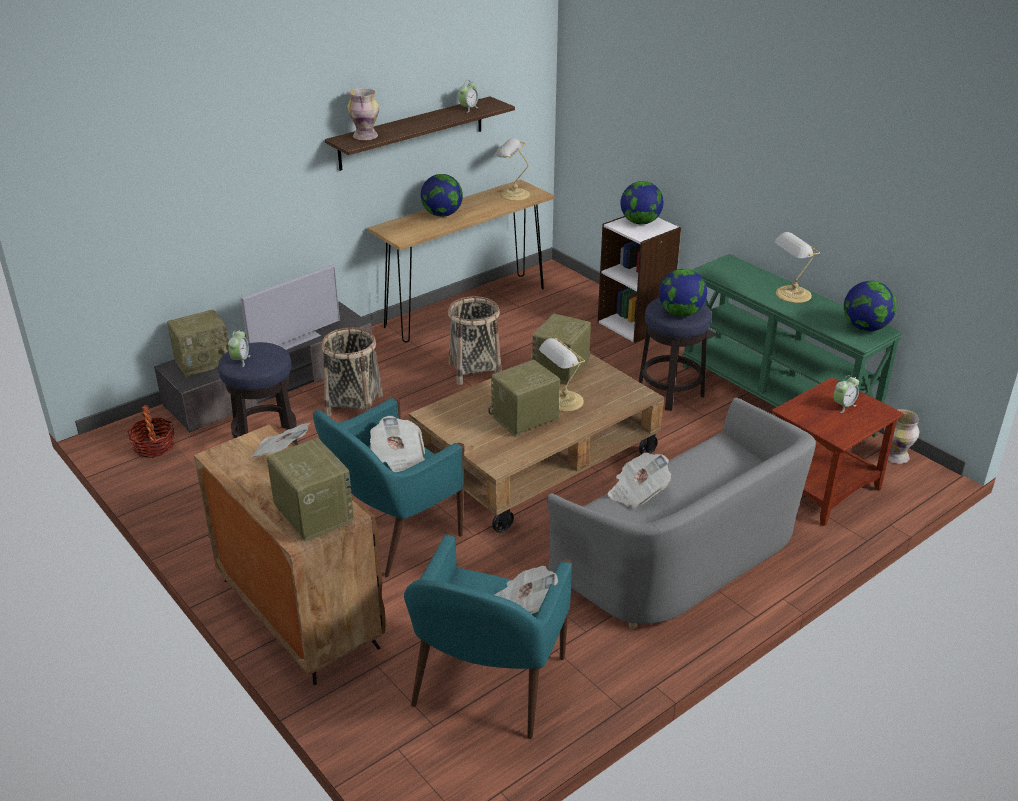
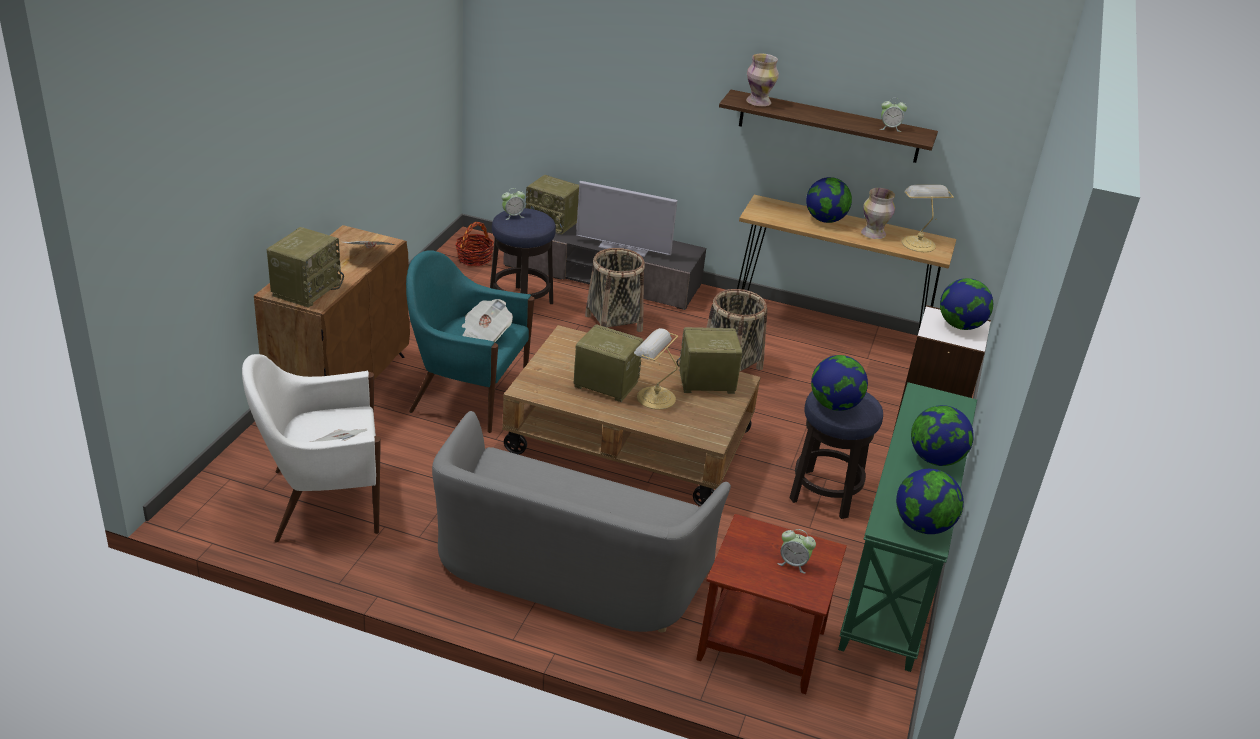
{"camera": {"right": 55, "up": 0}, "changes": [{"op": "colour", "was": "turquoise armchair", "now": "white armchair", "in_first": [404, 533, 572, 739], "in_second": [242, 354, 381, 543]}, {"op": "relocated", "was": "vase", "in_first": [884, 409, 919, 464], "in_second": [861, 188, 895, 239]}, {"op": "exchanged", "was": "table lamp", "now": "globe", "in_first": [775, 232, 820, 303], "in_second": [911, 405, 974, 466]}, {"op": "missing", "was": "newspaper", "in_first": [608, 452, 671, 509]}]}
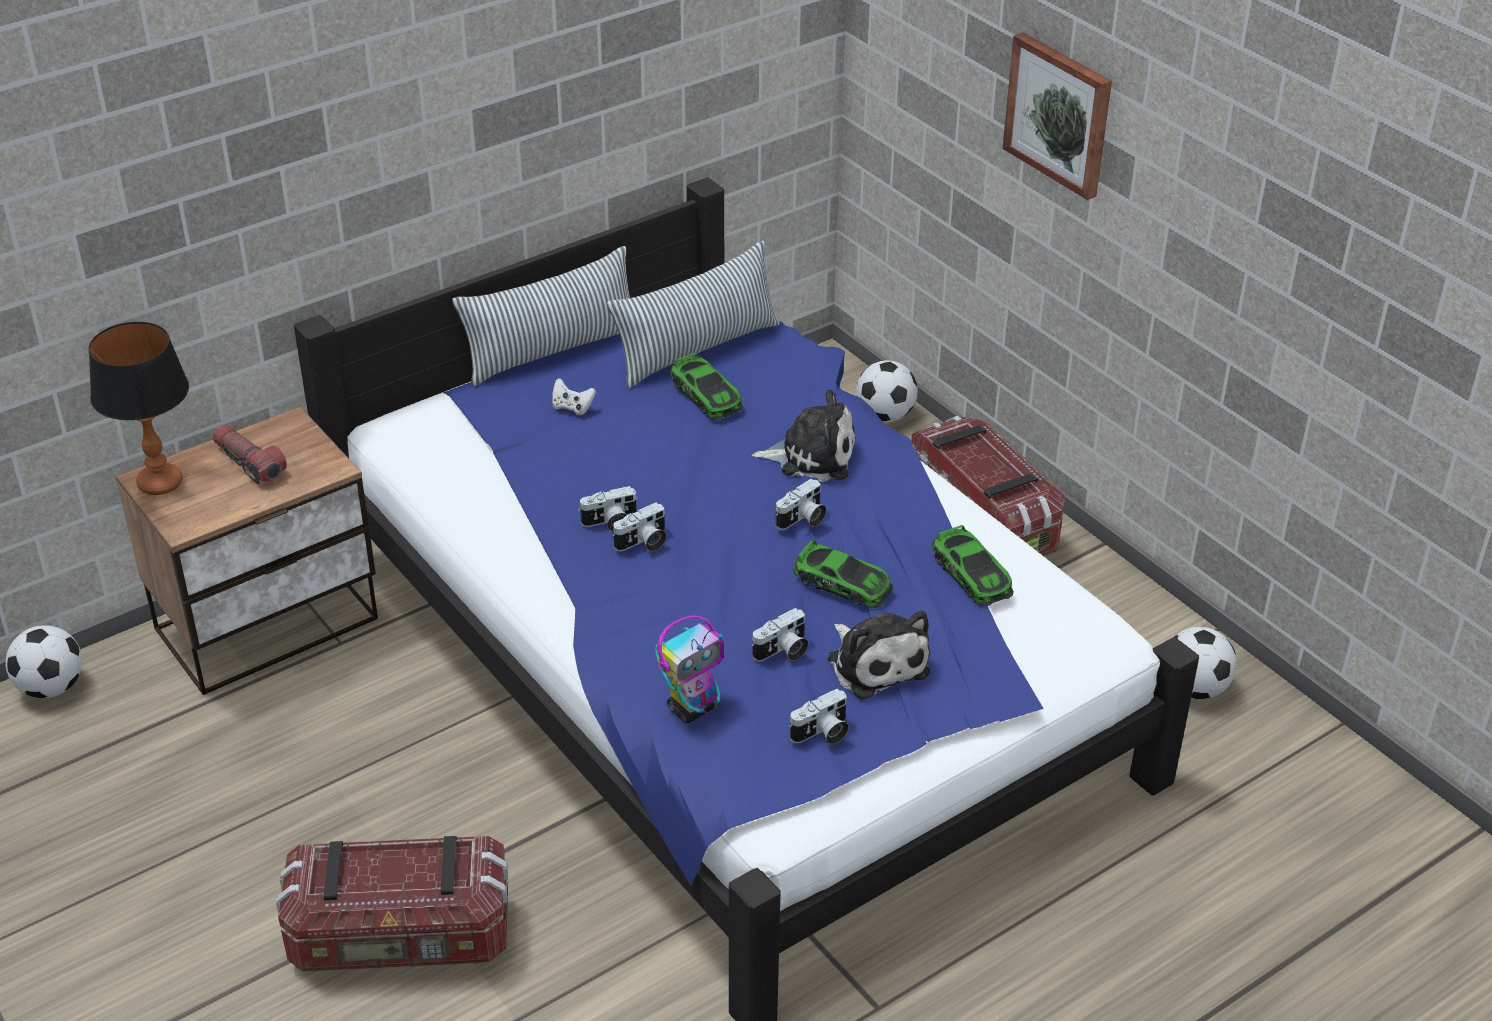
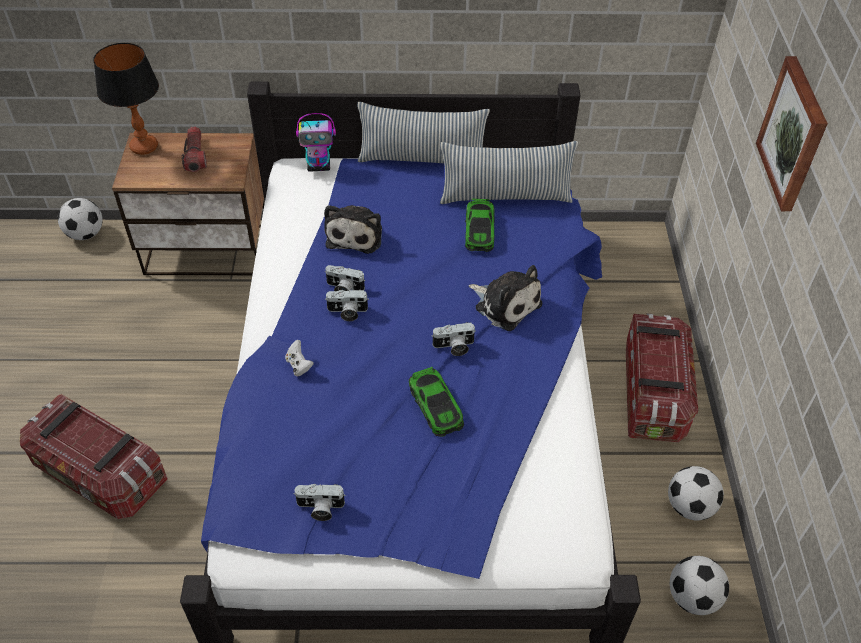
{"camera": {"right": 35, "up": 10}, "changes": [{"op": "relocated", "was": "white game controller", "in_first": [552, 378, 596, 415], "in_second": [285, 340, 314, 376]}, {"op": "relocated", "was": "toy robot", "in_first": [655, 616, 724, 723], "in_second": [296, 113, 336, 171]}, {"op": "relocated", "was": "plush toy", "in_first": [828, 610, 930, 699], "in_second": [324, 205, 382, 254]}, {"op": "relocated", "was": "football", "in_first": [856, 360, 918, 422], "in_second": [668, 466, 724, 520]}, {"op": "missing", "was": "photo camera", "in_first": [752, 608, 809, 661]}, {"op": "missing", "was": "toy car", "in_first": [932, 525, 1014, 606]}]}
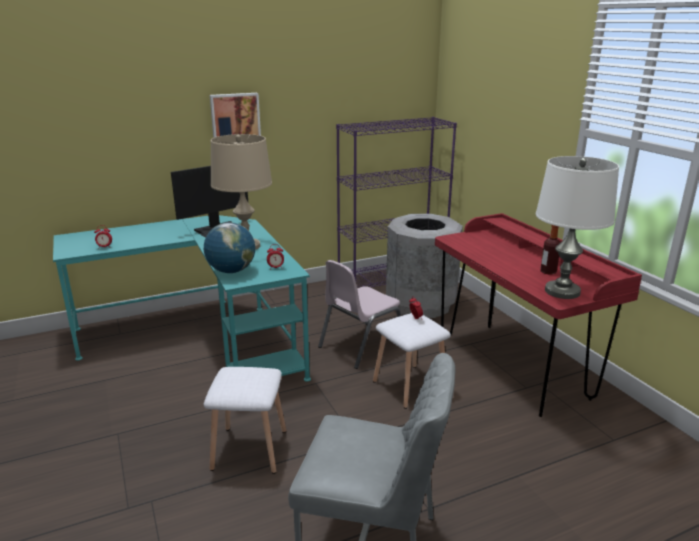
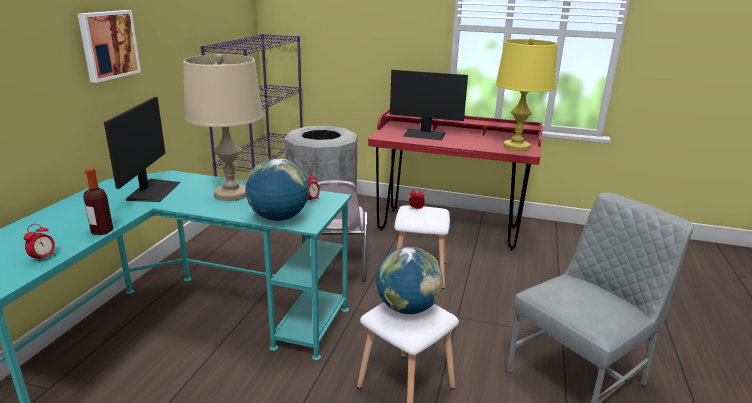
{"camera": {"right": -50, "up": 0}, "changes": [{"op": "relocated", "was": "bottle", "in_first": [541, 225, 560, 275], "in_second": [83, 168, 113, 235]}, {"op": "appeared", "now": "globe", "in_second": [376, 247, 443, 314]}, {"op": "appeared", "now": "monitor", "in_second": [390, 70, 468, 140]}, {"op": "colour", "was": "white table lamp", "now": "yellow table lamp", "in_first": [536, 156, 619, 299], "in_second": [496, 38, 558, 151]}]}
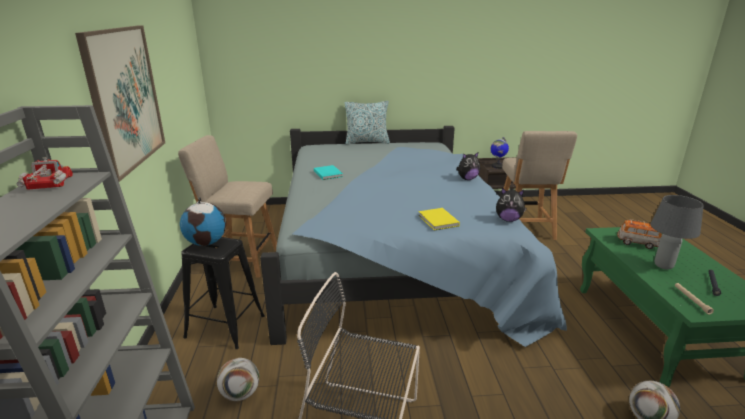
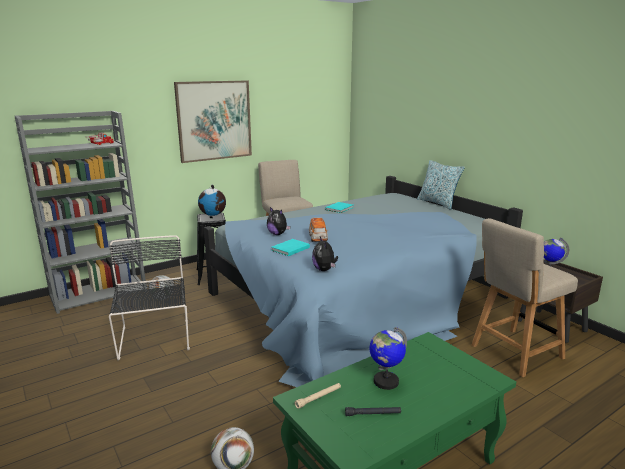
{"camera": {"right": 60, "up": -5}, "changes": [{"op": "relocated", "was": "plush toy", "in_first": [456, 152, 480, 180], "in_second": [267, 207, 291, 235]}, {"op": "colour", "was": "yellow book", "now": "turquoise book", "in_first": [418, 208, 460, 230], "in_second": [271, 239, 310, 256]}, {"op": "relocated", "was": "toy car", "in_first": [617, 219, 662, 249], "in_second": [309, 217, 328, 242]}, {"op": "exchanged", "was": "grey table lamp", "now": "globe", "in_first": [650, 195, 704, 270], "in_second": [369, 327, 407, 390]}]}
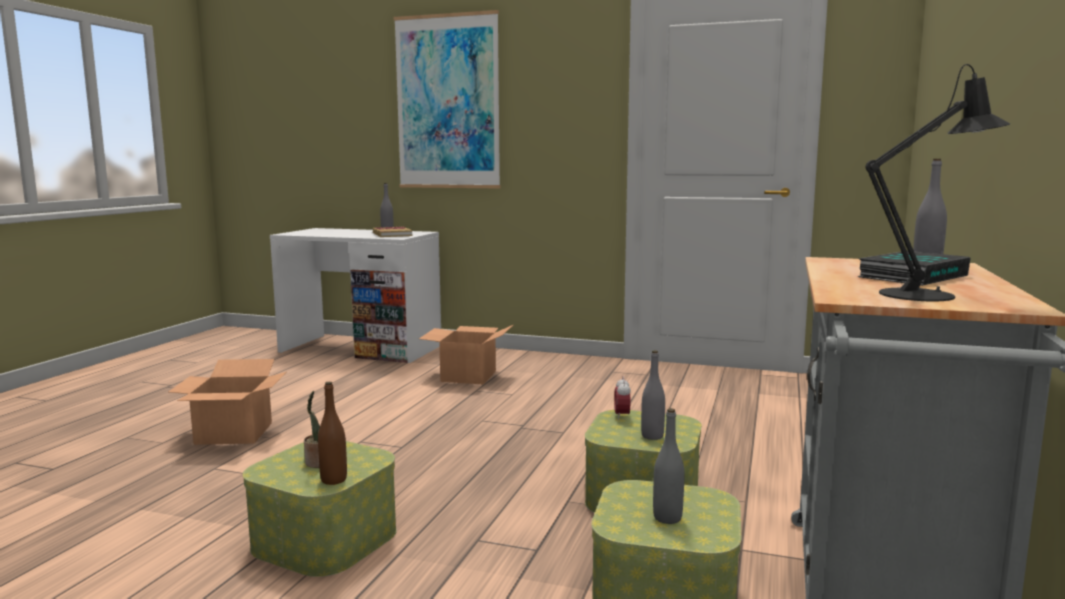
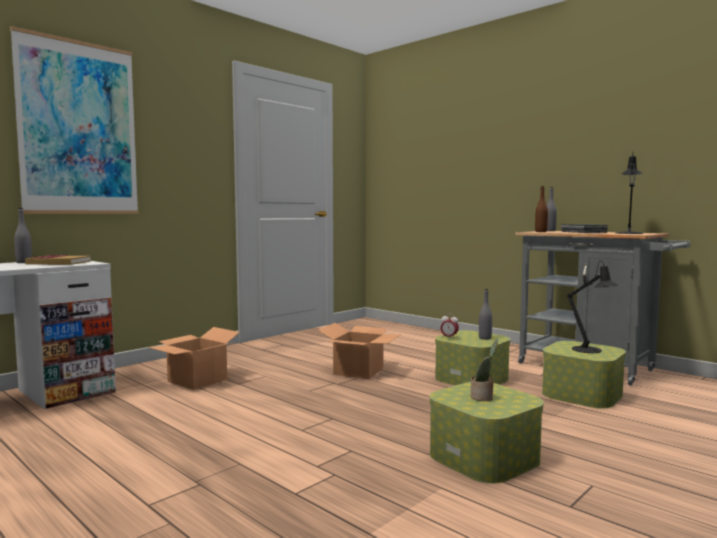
{"camera": {"right": -65, "up": -5}, "changes": [{"op": "relocated", "was": "cardboard box", "in_first": [168, 359, 287, 445], "in_second": [318, 323, 400, 379]}, {"op": "relocated", "was": "brown bottle", "in_first": [318, 382, 347, 485], "in_second": [535, 186, 548, 232]}, {"op": "exchanged", "was": "grey bottle", "now": "black table lamp", "in_first": [653, 408, 684, 524], "in_second": [567, 260, 618, 353]}]}
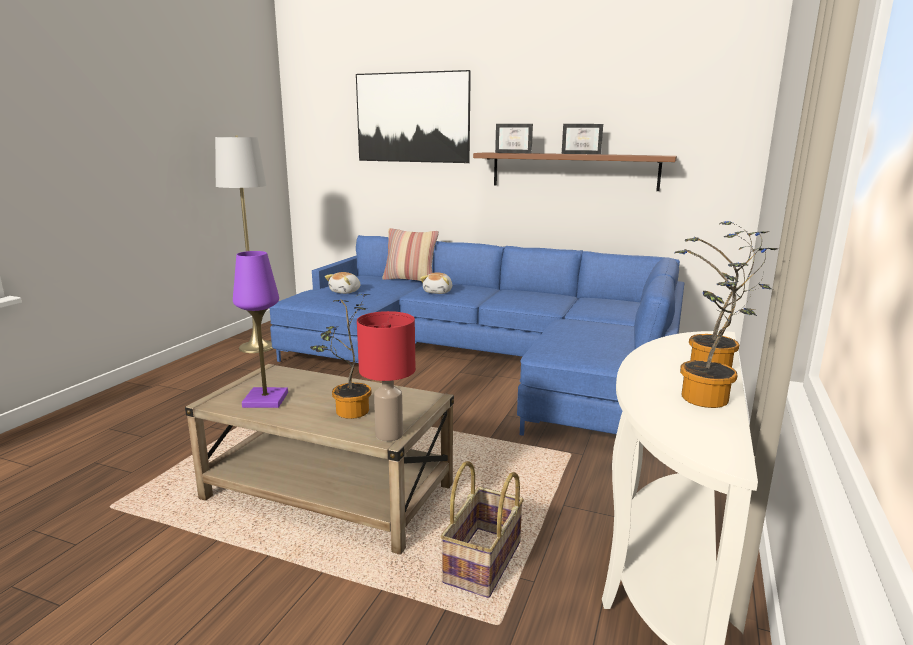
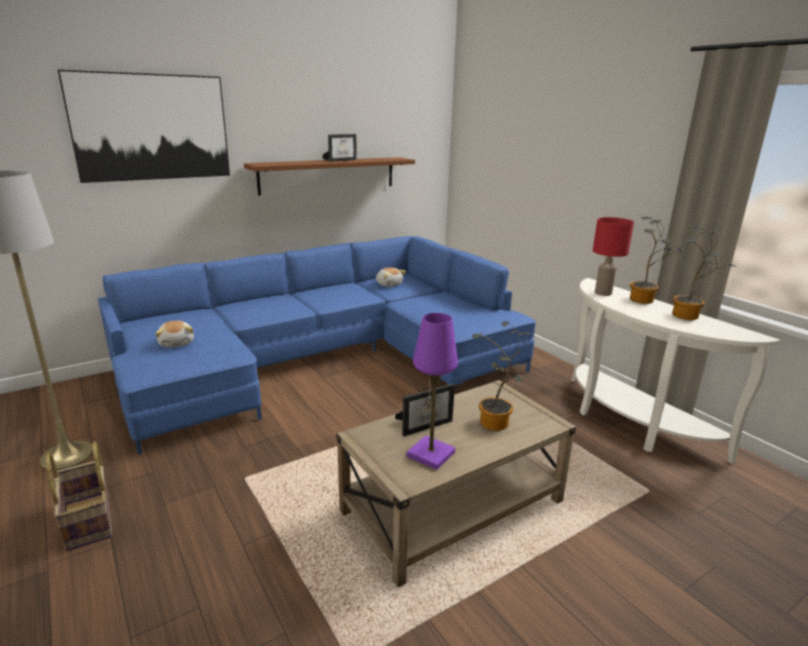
{"camera": {"right": -55, "up": 5}, "changes": [{"op": "relocated", "was": "basket", "in_first": [440, 461, 524, 598], "in_second": [46, 441, 112, 551]}, {"op": "relocated", "was": "plush toy", "in_first": [420, 272, 452, 294], "in_second": [376, 267, 406, 287]}, {"op": "relocated", "was": "picture frame", "in_first": [495, 124, 533, 153], "in_second": [395, 383, 455, 436]}, {"op": "relocated", "was": "red table lamp", "in_first": [357, 311, 415, 441], "in_second": [593, 217, 634, 296]}, {"op": "missing", "was": "pillow", "in_first": [382, 228, 439, 281]}]}
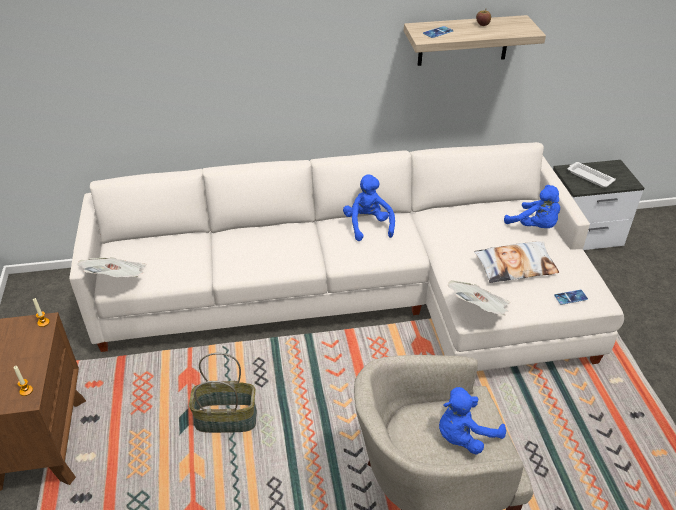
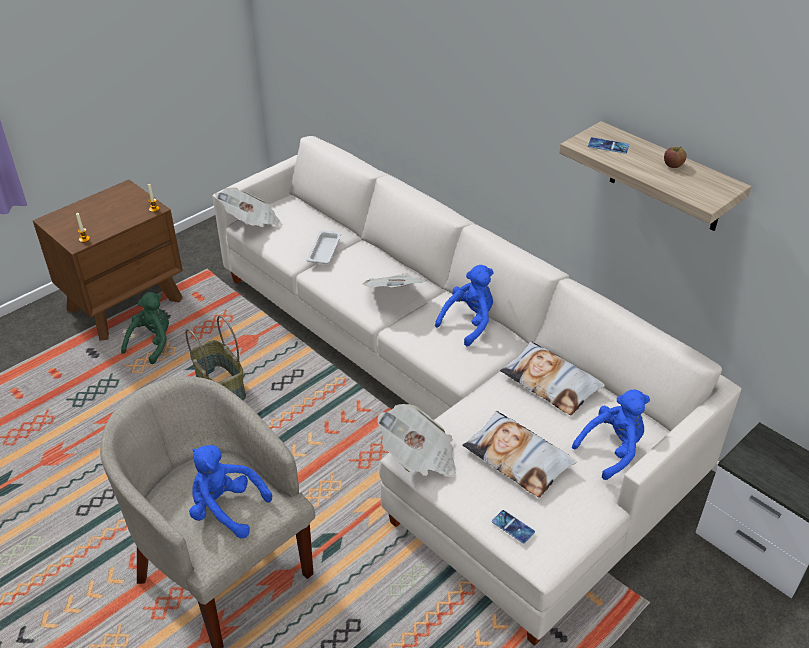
{"camera": {"right": 55, "up": 0}, "changes": [{"op": "appeared", "now": "green plush toy", "in_second": [121, 292, 169, 364]}, {"op": "relocated", "was": "white tray", "in_first": [568, 162, 616, 187], "in_second": [306, 230, 341, 264]}, {"op": "appeared", "now": "newspaper", "in_second": [362, 274, 428, 288]}, {"op": "appeared", "now": "pillow", "in_second": [500, 341, 605, 415]}, {"op": "spun", "was": "blue plush toy", "in_first": [504, 185, 560, 228], "in_second": [572, 390, 650, 480], "clockwise": -135}]}
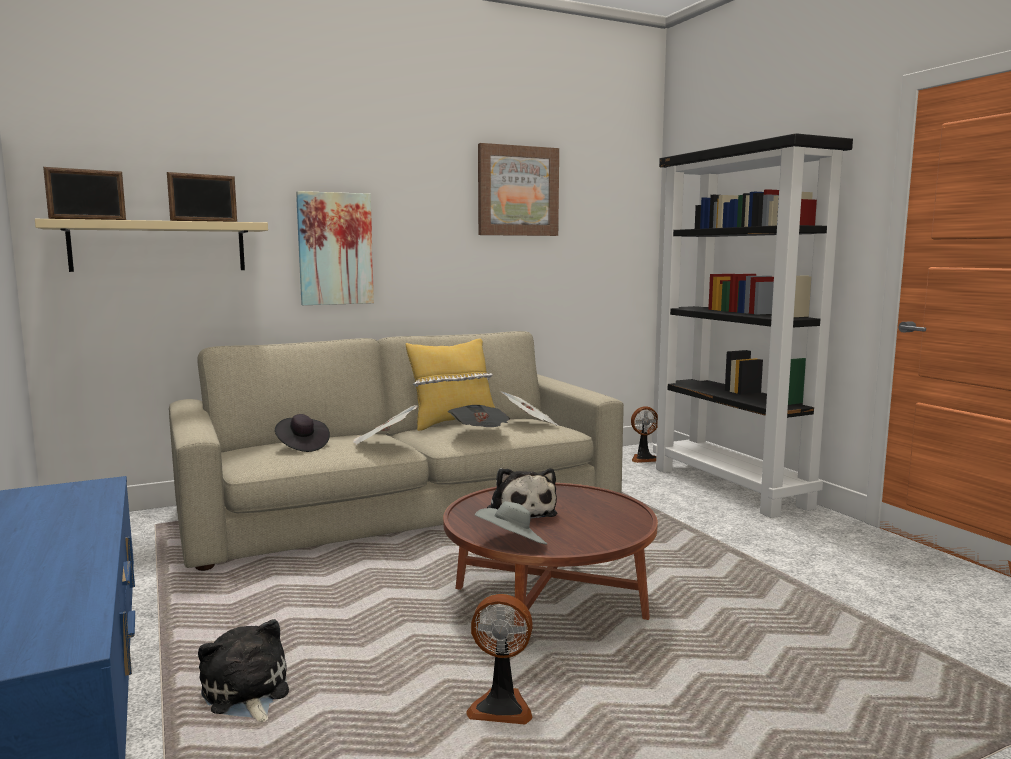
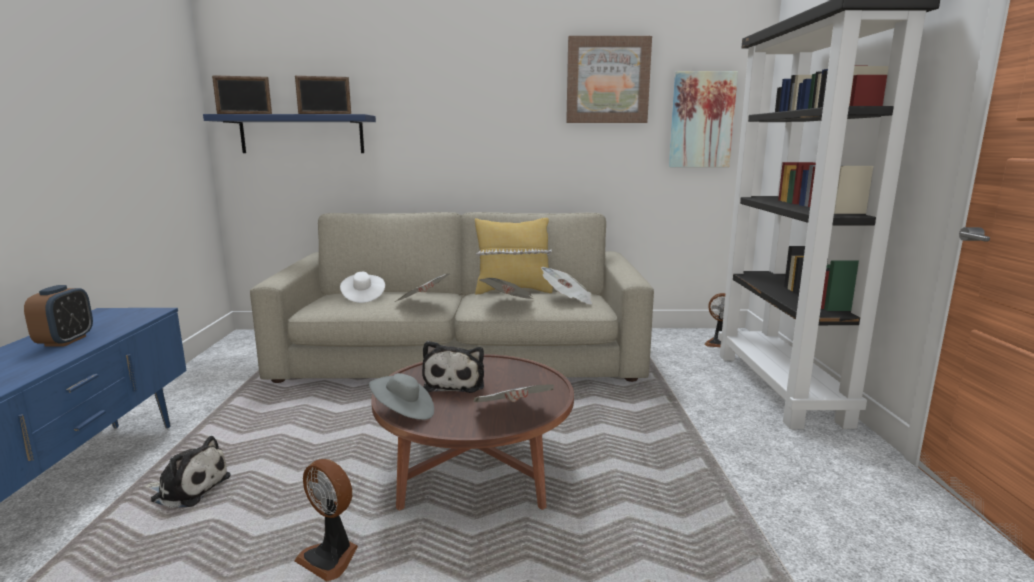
{"camera": {"right": 25, "up": 5}, "changes": [{"op": "appeared", "now": "alarm clock", "in_second": [24, 285, 93, 346]}, {"op": "spun", "was": "plush toy", "in_first": [198, 619, 289, 722], "in_second": [144, 436, 231, 508], "clockwise": 105}, {"op": "colour", "was": "beige shelf", "now": "blue shelf", "in_first": [35, 219, 268, 272], "in_second": [203, 114, 376, 153]}, {"op": "colour", "was": "black hat", "now": "white hat", "in_first": [275, 414, 330, 452], "in_second": [340, 272, 385, 303]}, {"op": "appeared", "now": "newspaper", "in_second": [474, 384, 554, 402]}, {"op": "relocated", "was": "picture", "in_first": [296, 191, 374, 305], "in_second": [669, 71, 738, 167]}]}
